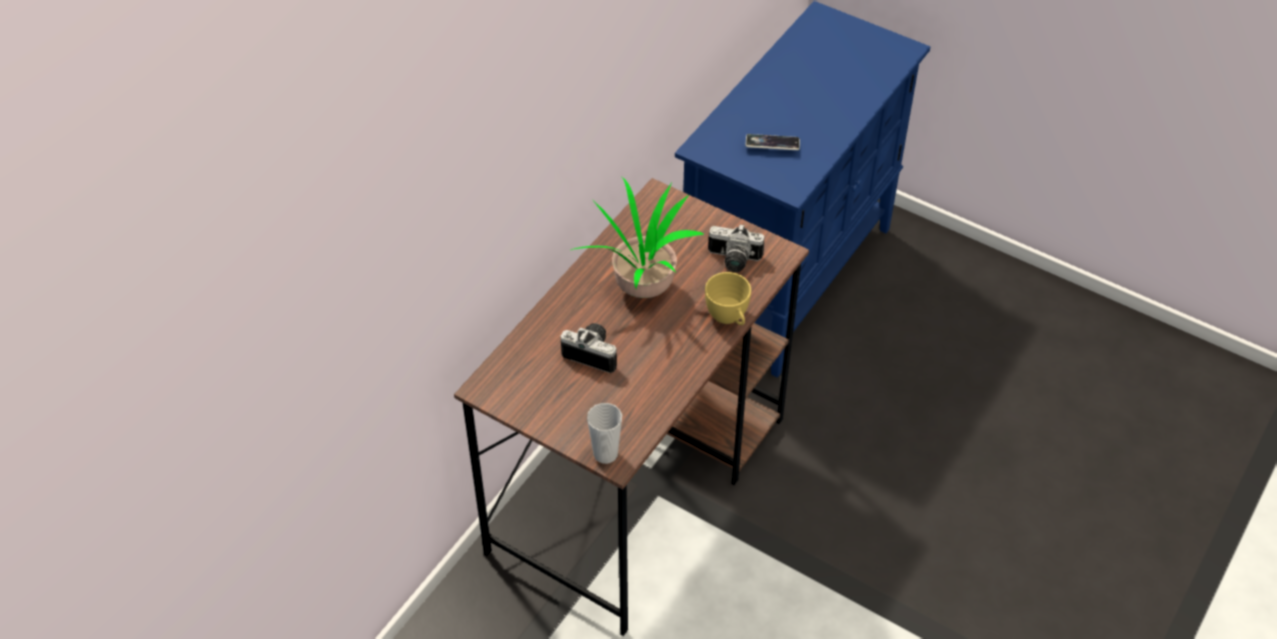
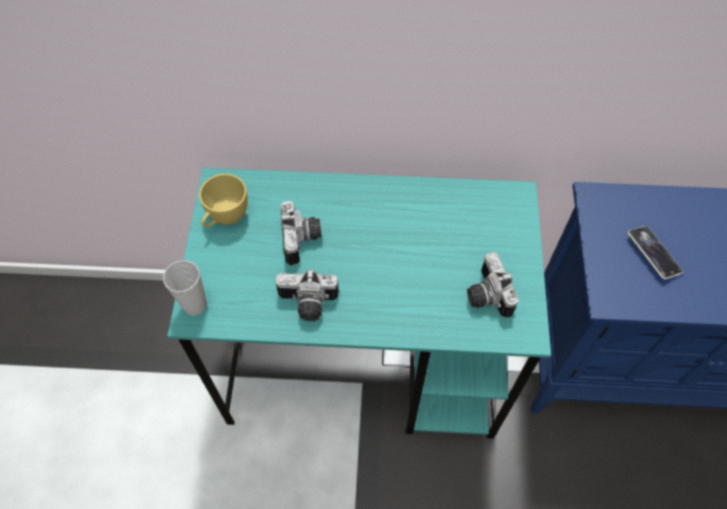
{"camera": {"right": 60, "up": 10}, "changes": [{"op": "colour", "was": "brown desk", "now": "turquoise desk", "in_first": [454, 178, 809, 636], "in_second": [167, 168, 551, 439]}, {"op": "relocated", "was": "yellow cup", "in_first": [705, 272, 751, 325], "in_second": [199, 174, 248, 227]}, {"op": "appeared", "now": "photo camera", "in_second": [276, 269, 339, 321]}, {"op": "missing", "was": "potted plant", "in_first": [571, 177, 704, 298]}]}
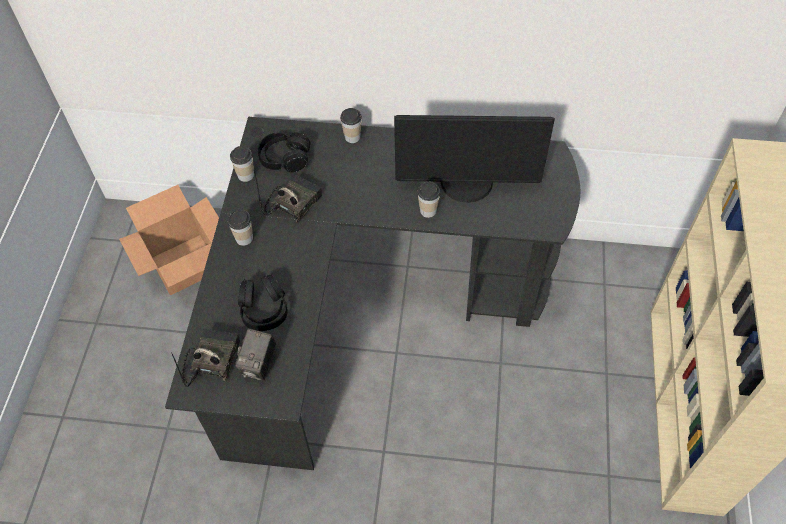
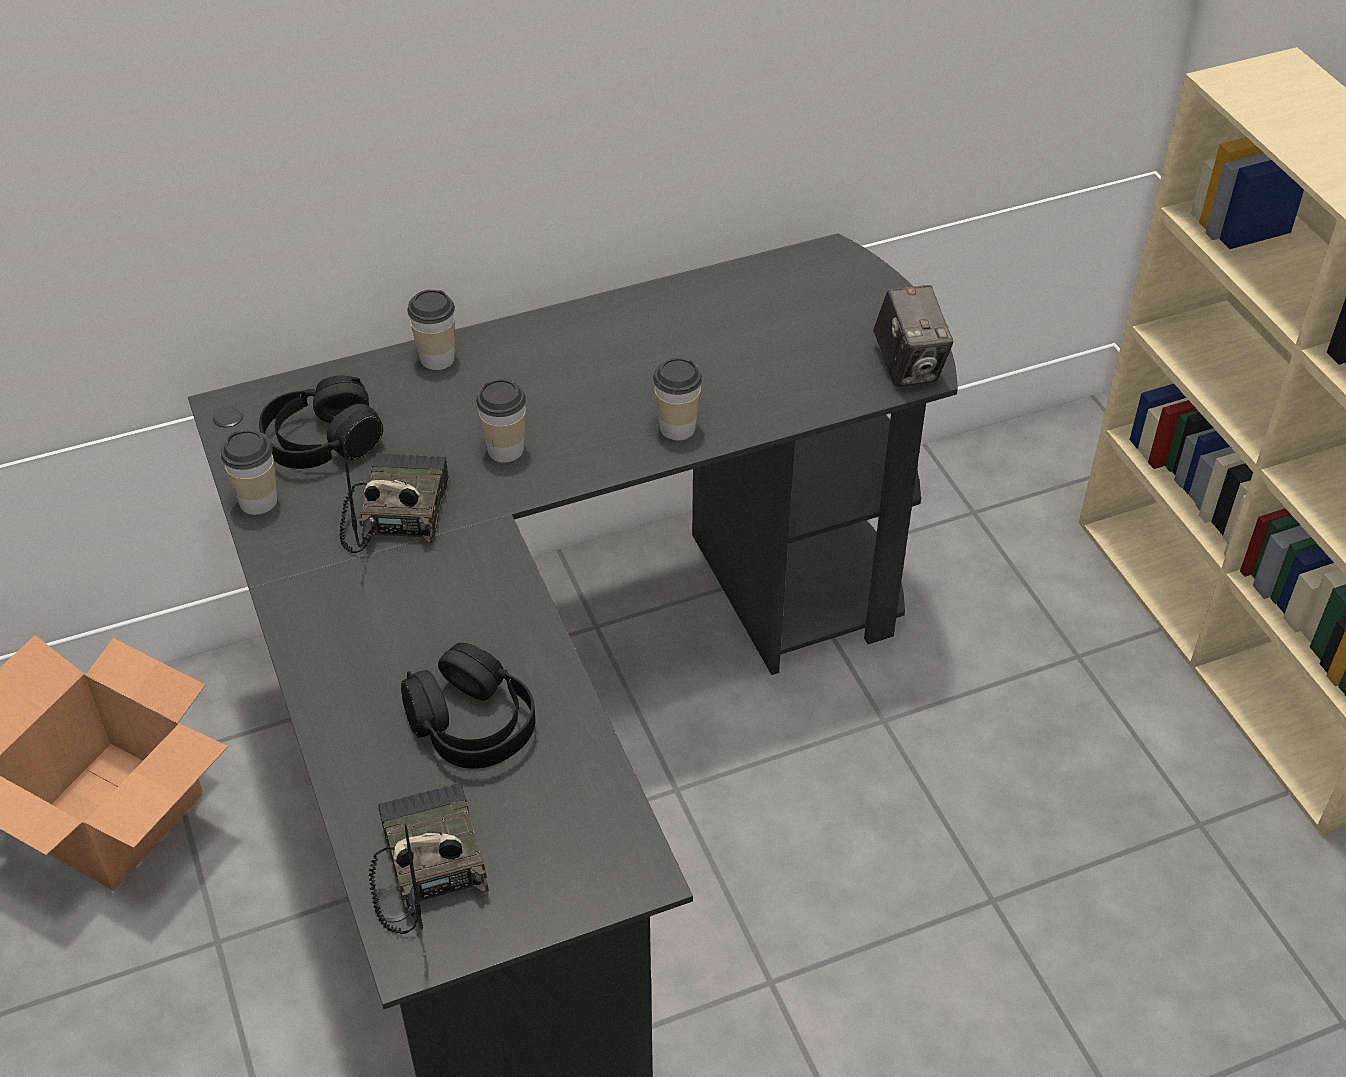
{"camera": {"right": -30, "up": -10}, "changes": [{"op": "relocated", "was": "cup", "in_first": [228, 210, 253, 246], "in_second": [476, 379, 526, 463]}, {"op": "relocated", "was": "photo camera", "in_first": [235, 329, 276, 381], "in_second": [873, 285, 954, 387]}, {"op": "missing", "was": "monitor", "in_first": [394, 115, 555, 203]}]}
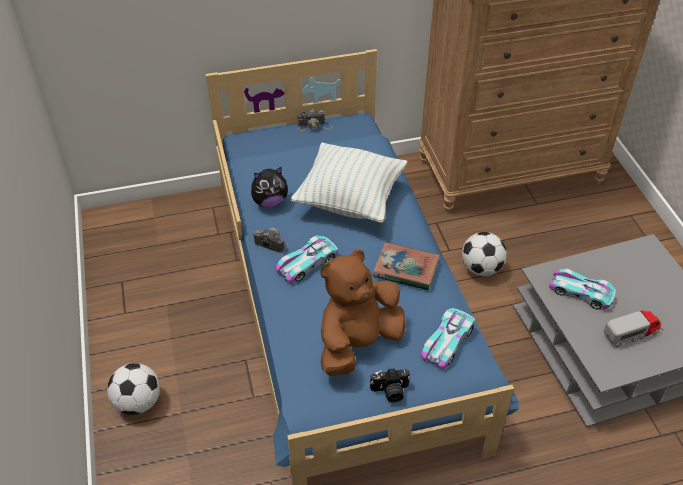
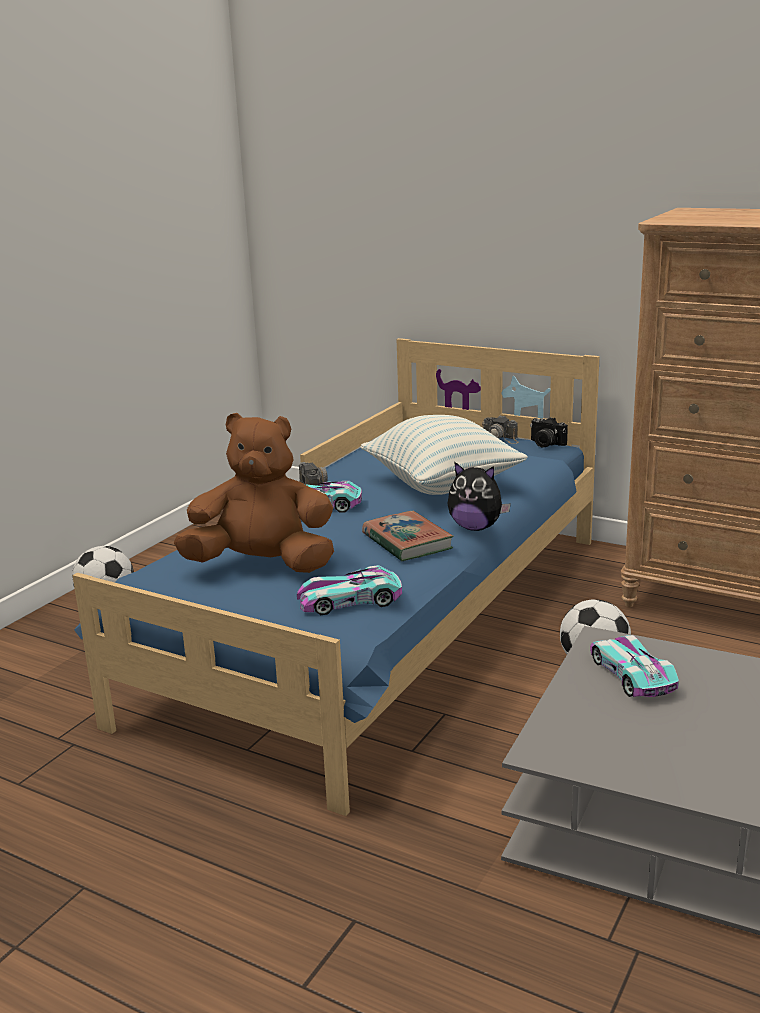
{"camera": {"right": 45, "up": -25}, "changes": [{"op": "relocated", "was": "plush toy", "in_first": [251, 166, 288, 208], "in_second": [448, 462, 511, 531]}, {"op": "relocated", "was": "photo camera", "in_first": [370, 368, 410, 403], "in_second": [530, 417, 568, 448]}, {"op": "missing", "was": "toy truck", "in_first": [604, 310, 661, 347]}]}
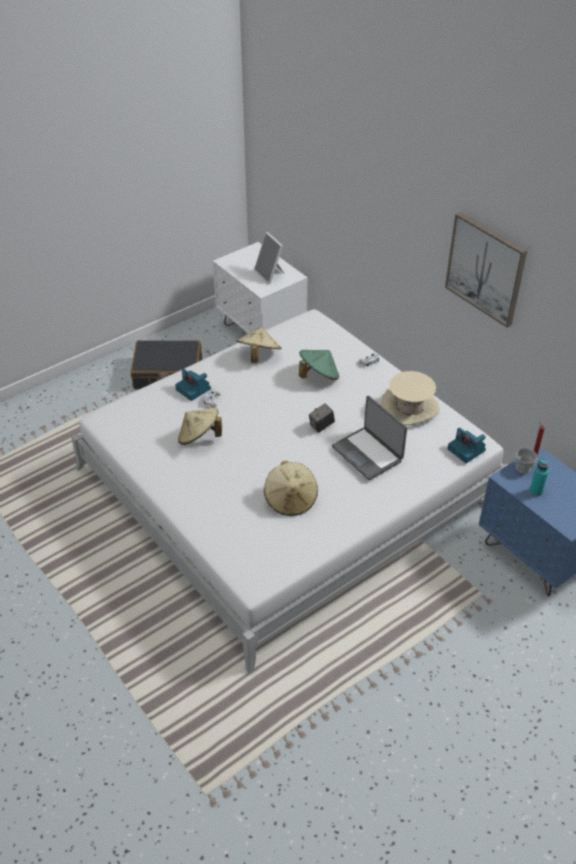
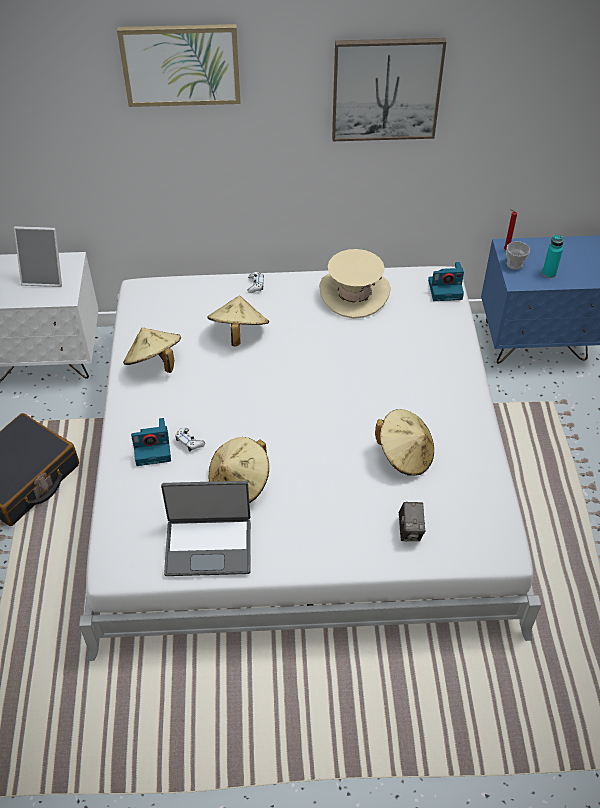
{"camera": {"right": -55, "up": 5}, "changes": [{"op": "appeared", "now": "picture", "in_second": [117, 24, 241, 107]}, {"op": "relocated", "was": "laptop", "in_first": [332, 396, 407, 480], "in_second": [161, 481, 251, 576]}, {"op": "colour", "was": "green hat", "now": "beige hat", "in_first": [299, 350, 339, 380], "in_second": [207, 296, 269, 346]}, {"op": "relocated", "was": "photo camera", "in_first": [309, 403, 335, 433], "in_second": [399, 502, 425, 542]}]}
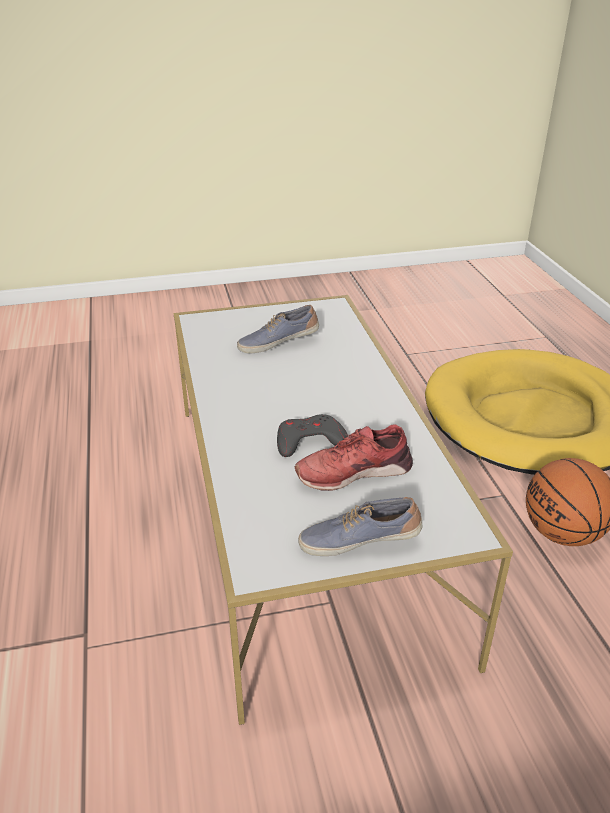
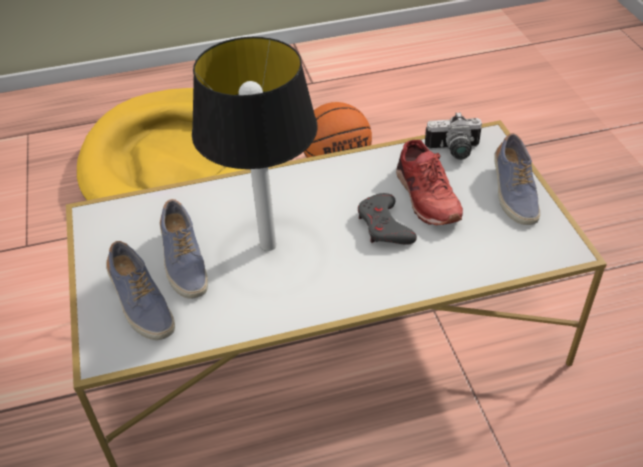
{"camera": {"right": -90, "up": 10}, "changes": [{"op": "appeared", "now": "shoe", "in_second": [106, 241, 175, 340]}, {"op": "appeared", "now": "table lamp", "in_second": [192, 37, 318, 251]}, {"op": "appeared", "now": "photo camera", "in_second": [425, 112, 482, 160]}]}
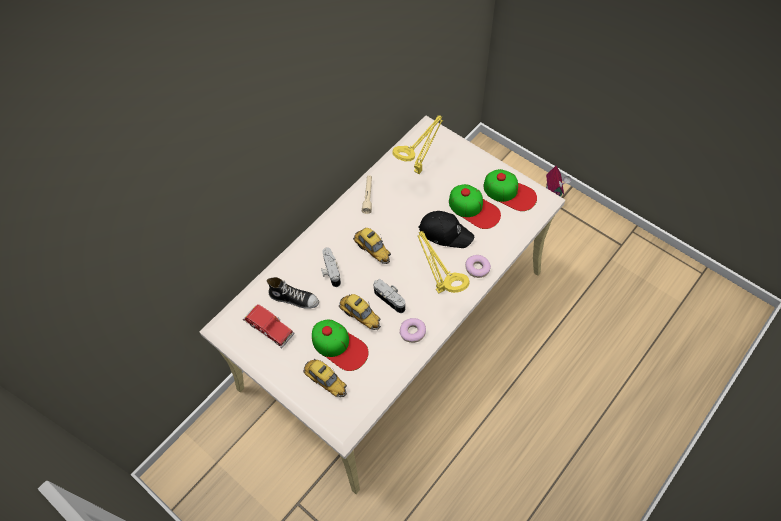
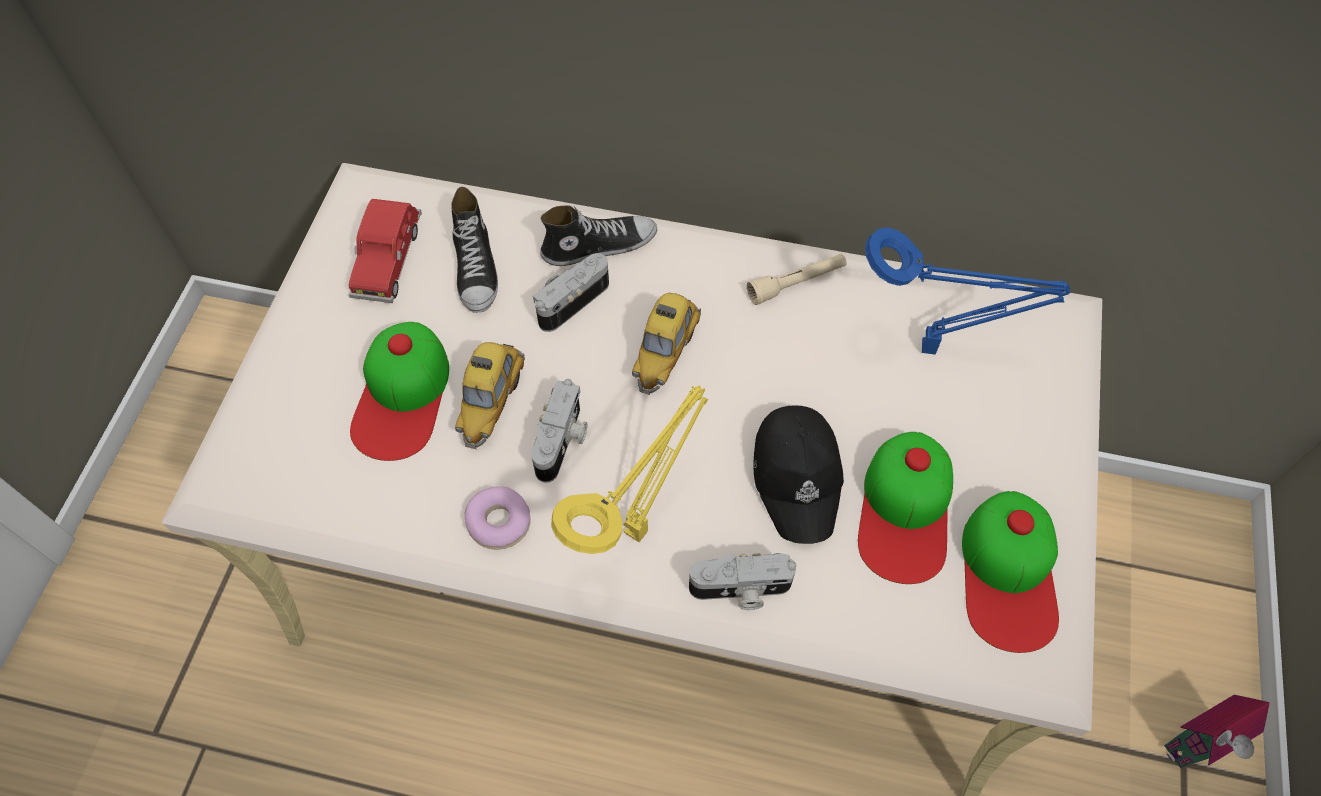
{"camera": {"right": 60, "up": 0}, "changes": [{"op": "appeared", "now": "shoe", "in_second": [540, 205, 657, 266]}, {"op": "exchanged", "was": "donut", "now": "photo camera", "in_first": [465, 255, 491, 278], "in_second": [689, 553, 796, 610]}, {"op": "colour", "was": "yellow table lamp", "now": "blue table lamp", "in_first": [392, 115, 443, 174], "in_second": [865, 227, 1070, 355]}, {"op": "missing", "was": "toy car", "in_first": [303, 359, 347, 397]}]}
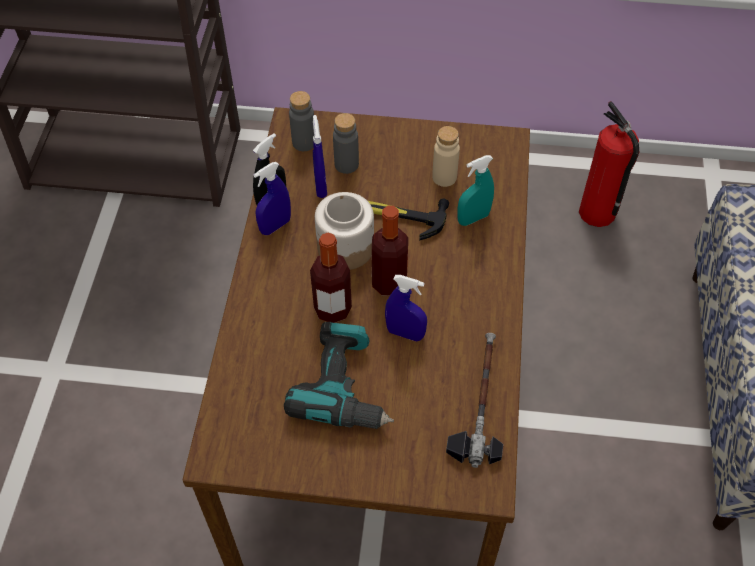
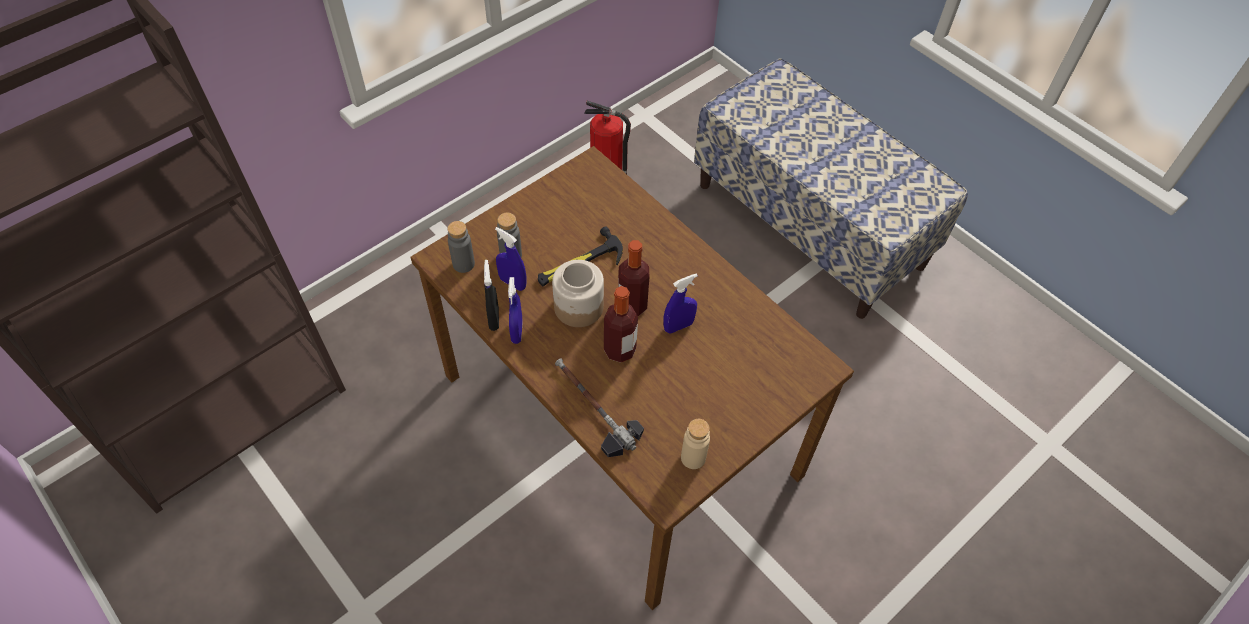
{"camera": {"right": -50, "up": 0}, "changes": [{"op": "relocated", "was": "hammer", "in_first": [446, 333, 503, 468], "in_second": [555, 359, 644, 457]}, {"op": "relocated", "was": "beige bottle", "in_first": [432, 126, 460, 187], "in_second": [681, 419, 710, 469]}, {"op": "missing", "was": "power drill", "in_first": [284, 322, 394, 429]}, {"op": "missing", "was": "turquoise spray bottle", "in_first": [457, 155, 494, 226]}]}
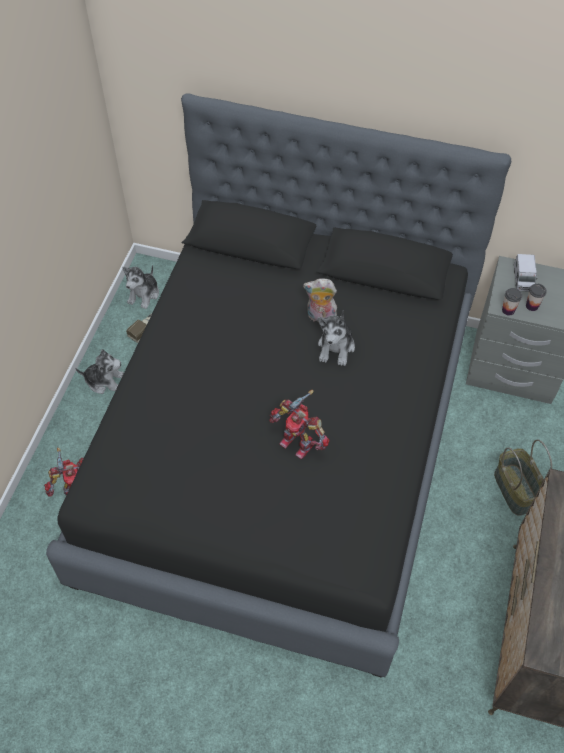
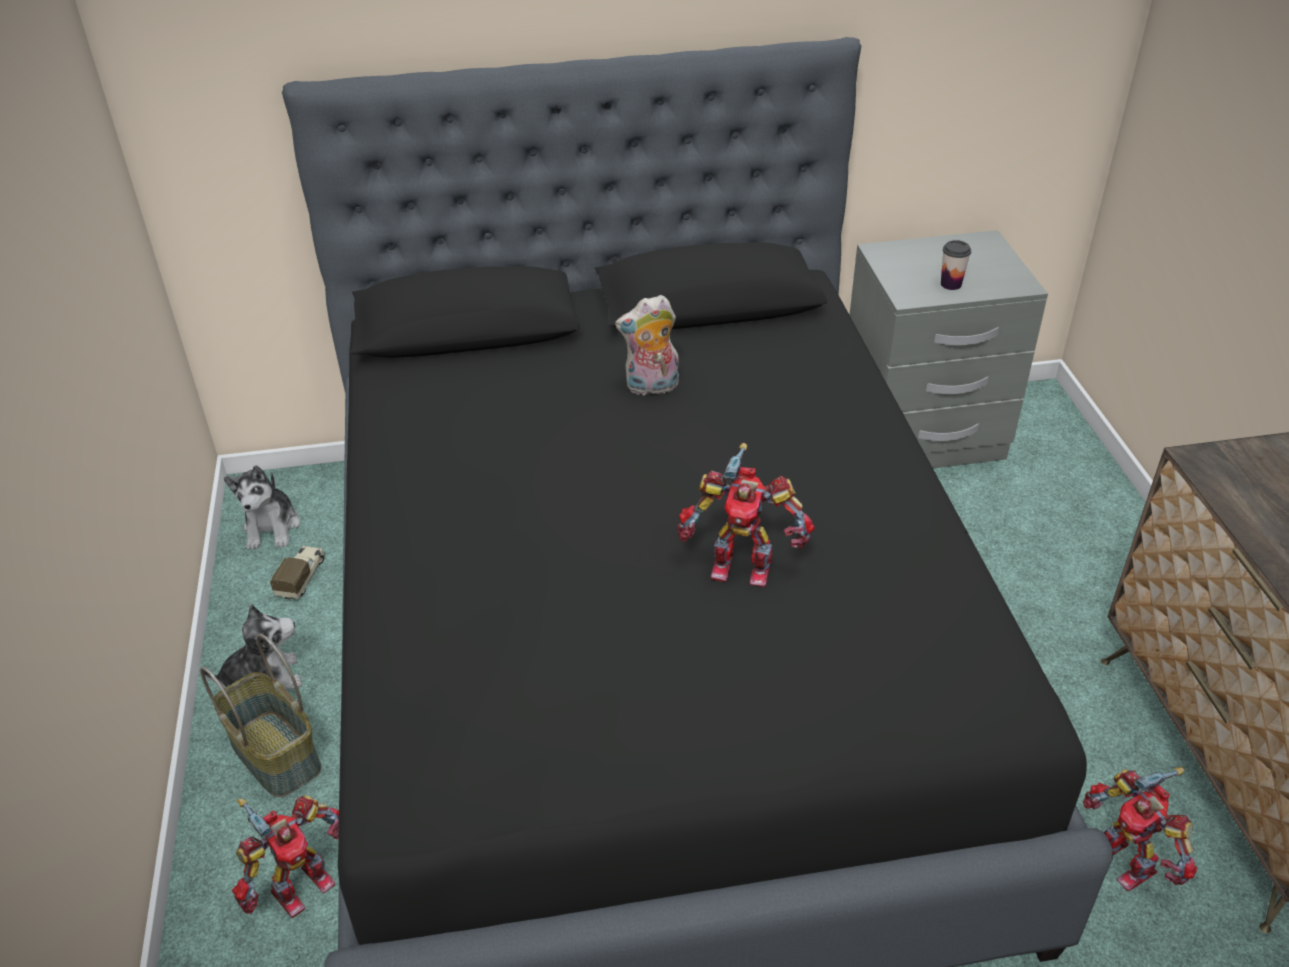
{"camera": {"right": -25, "up": -15}, "changes": [{"op": "relocated", "was": "basket", "in_first": [494, 439, 552, 516], "in_second": [200, 634, 321, 797]}, {"op": "appeared", "now": "toy robot", "in_second": [1083, 767, 1197, 891]}, {"op": "missing", "was": "plush toy", "in_first": [318, 310, 355, 366]}, {"op": "missing", "was": "cup", "in_first": [502, 288, 522, 316]}, {"op": "missing", "was": "toy truck", "in_first": [514, 254, 538, 292]}]}
